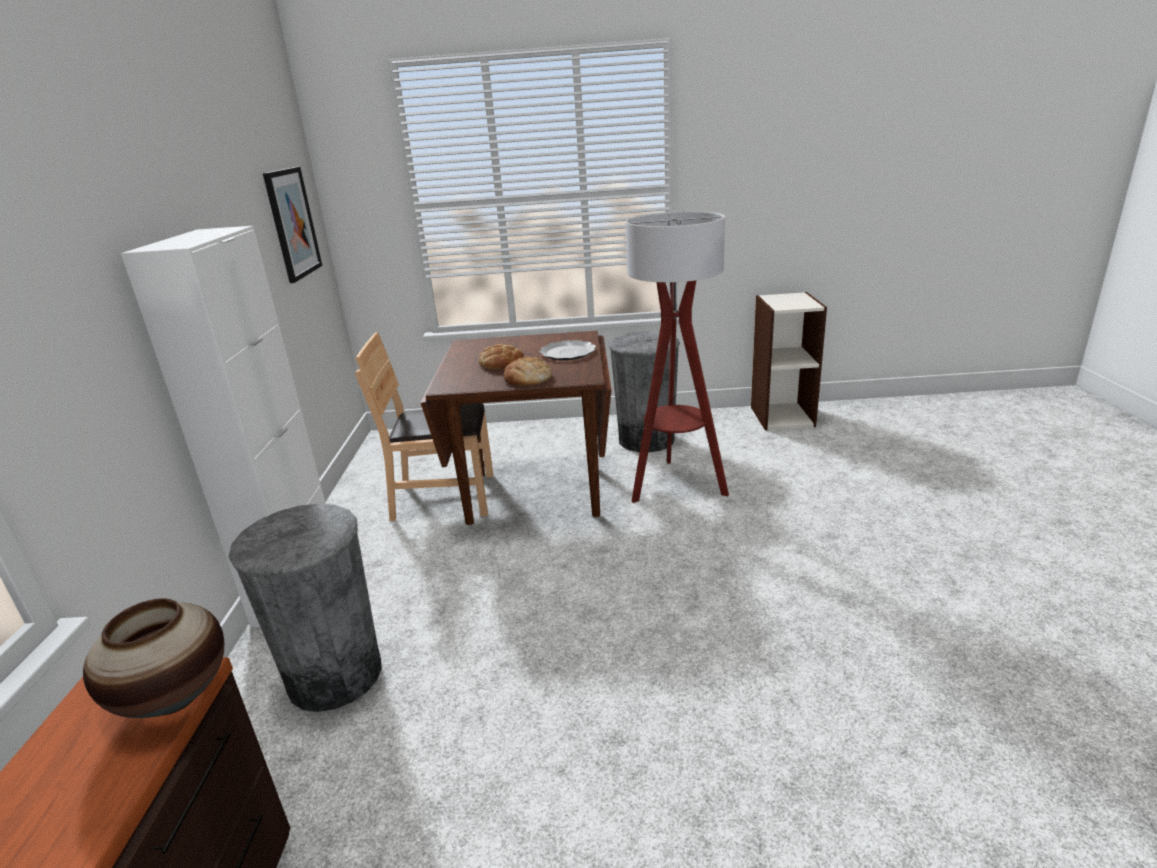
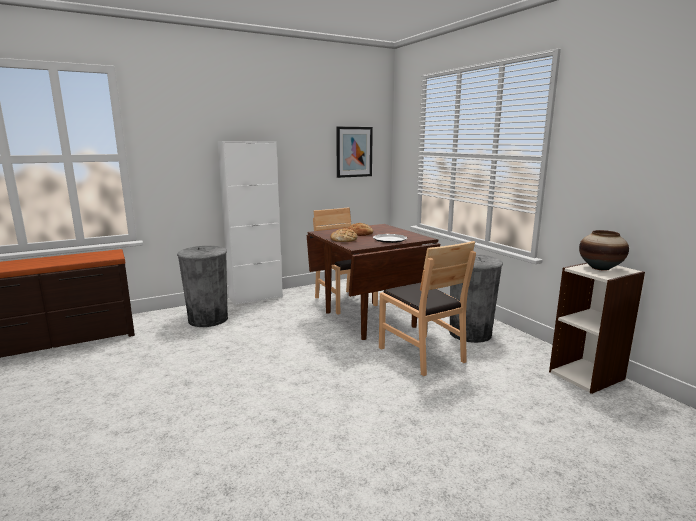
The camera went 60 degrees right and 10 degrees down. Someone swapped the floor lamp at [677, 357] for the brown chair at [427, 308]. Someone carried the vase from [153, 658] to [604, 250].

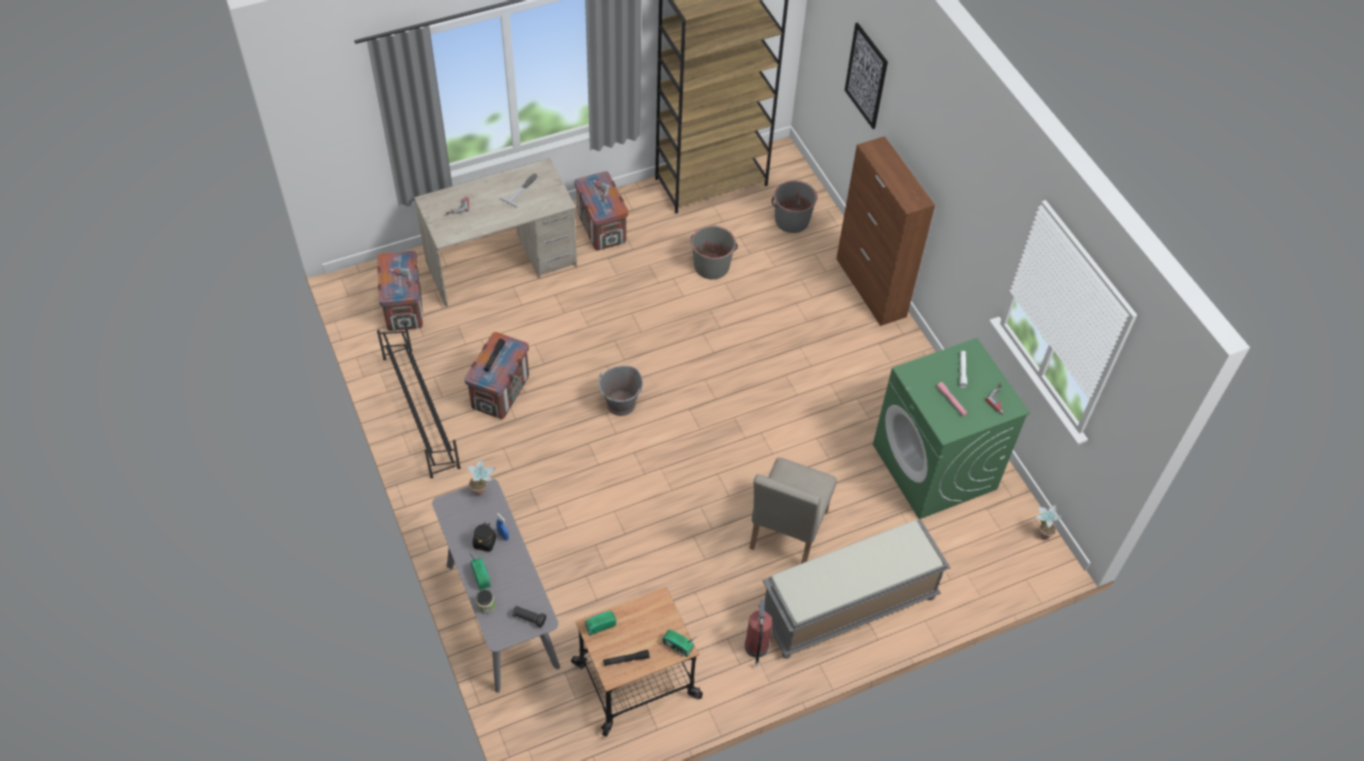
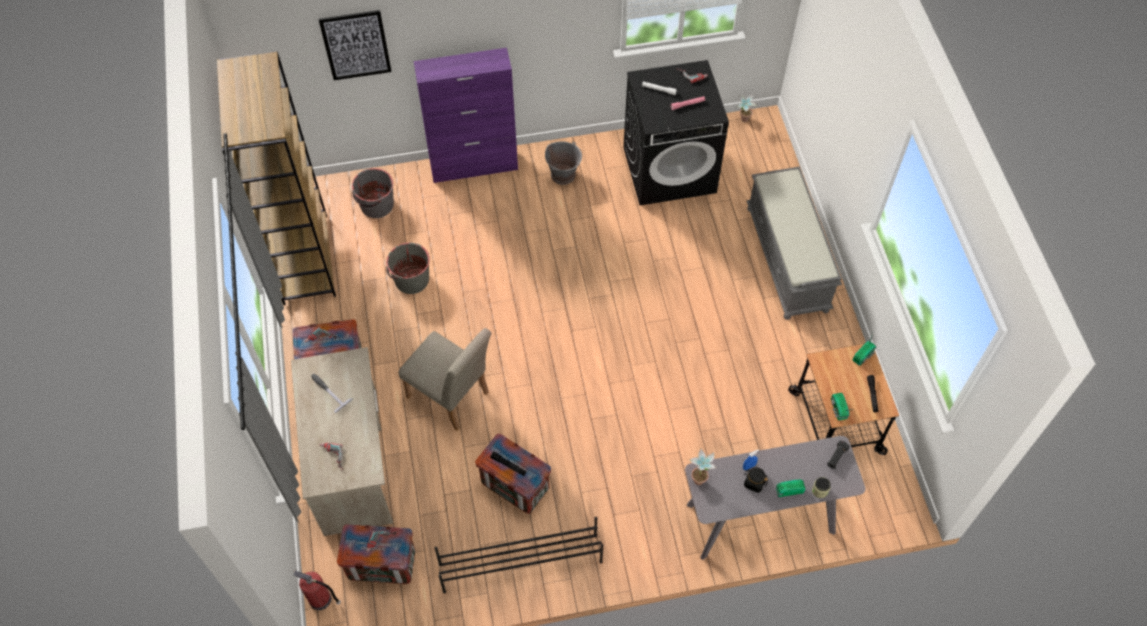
The camera went 75 degrees left and 5 degrees up. Someone carried the fire extinguisher from [759, 633] to [317, 590]. Someone carried the beige chair from [793, 511] to [445, 379]. Someone repainted the brown cabinet at [885, 231], which became the purple cabinet at [466, 115]. Someone carried the grey bucket from [620, 391] to [563, 163]. Someone repainted the green washing machine at [951, 428], which became the black washing machine at [676, 132].

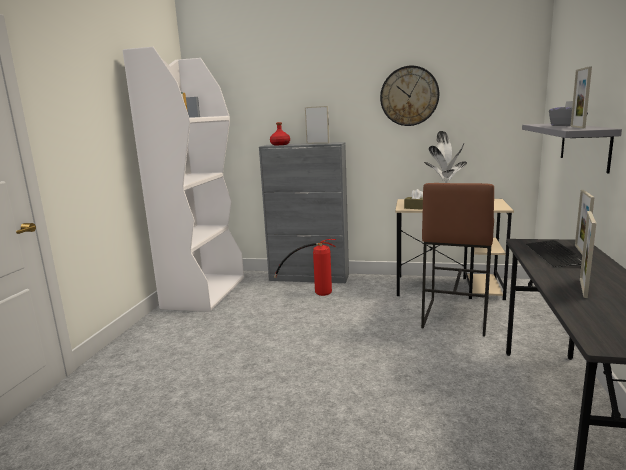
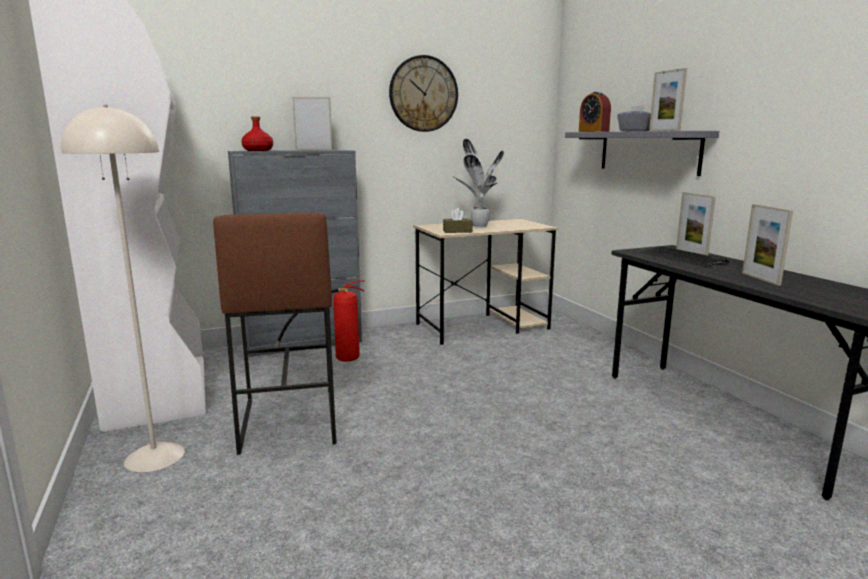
The camera went 35 degrees left and 0 degrees up. Someone put down the beige floor lamp at [123, 288]. Someone carried the brown stool from [457, 259] to [274, 334]. Someone put down the alarm clock at [595, 112].

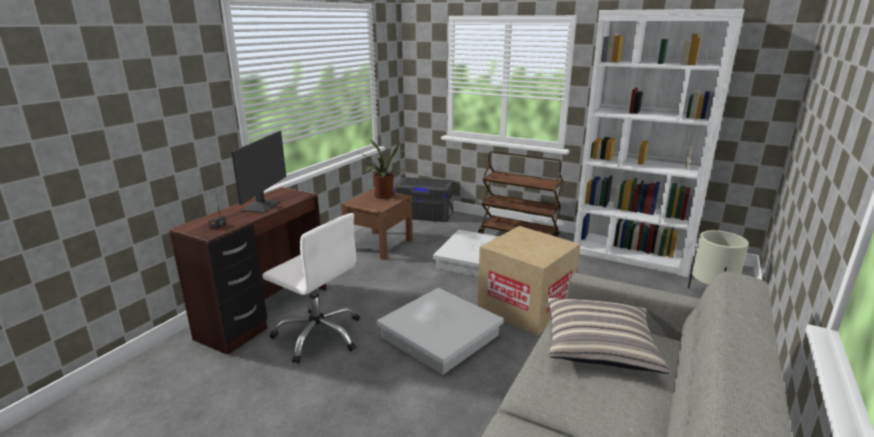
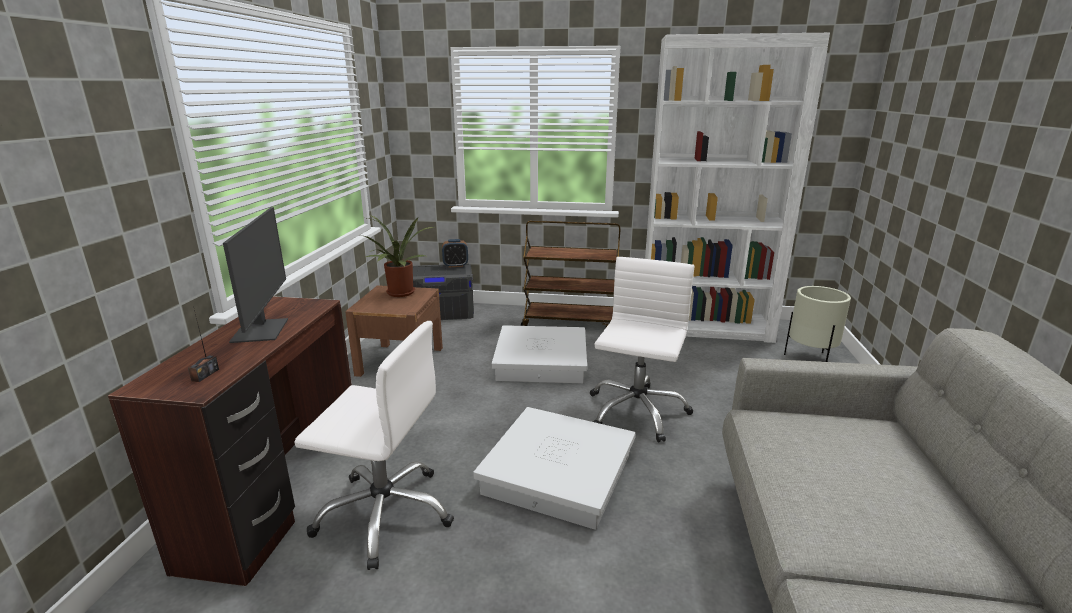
The camera went 20 degrees left and 0 degrees up. Someone put down the alarm clock at [455, 253]. Someone swapped the cardboard box at [529, 281] for the white office chair at [642, 349]. Someone took away the pillow at [608, 336].

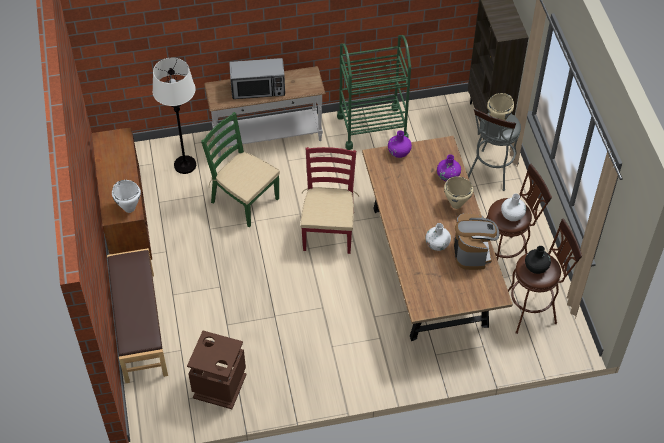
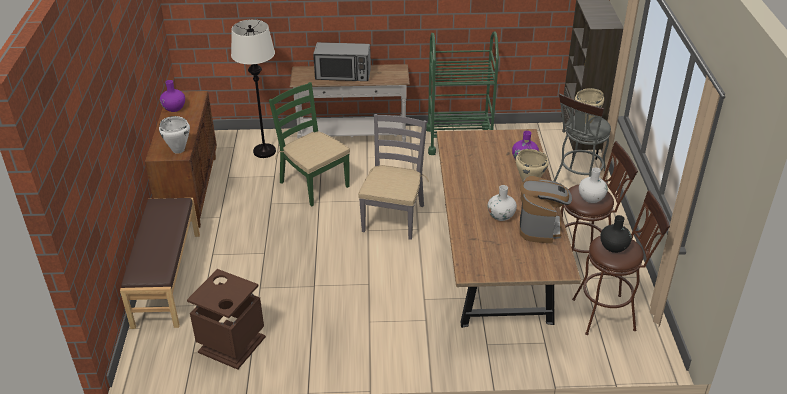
The camera went 10 degrees right and 15 degrees down. Someone carried the purple vase from [400, 144] to [172, 96]. Someone repainted the red chair at [330, 200], which became the grey chair at [393, 177].

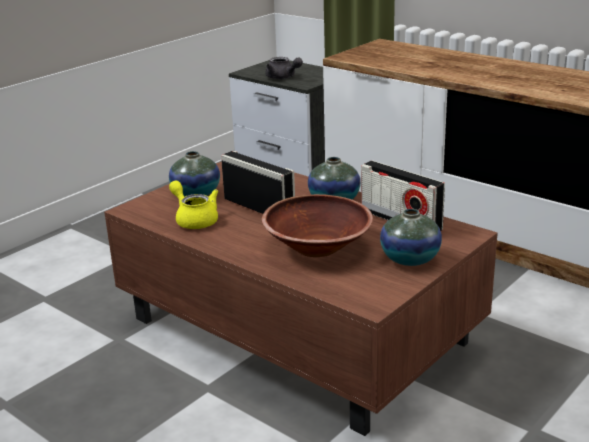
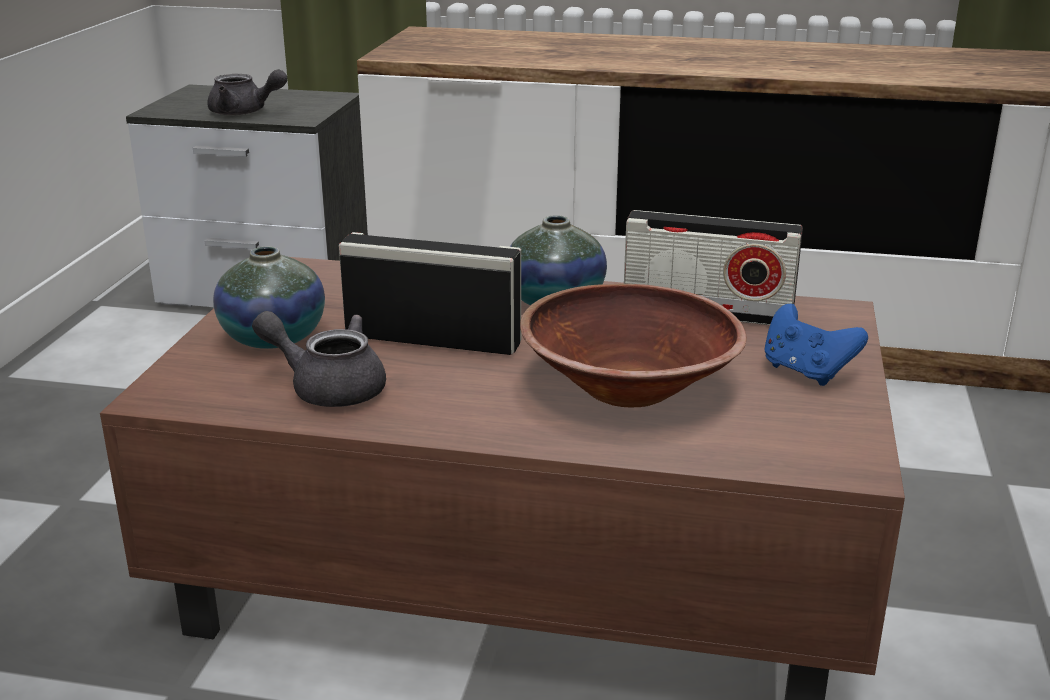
The camera went 30 degrees left and 0 degrees up. Someone repainted the yellow teapot at [193, 204], which became the grey teapot at [319, 359]. Someone swapped the vase at [411, 237] for the blue game controller at [816, 345].

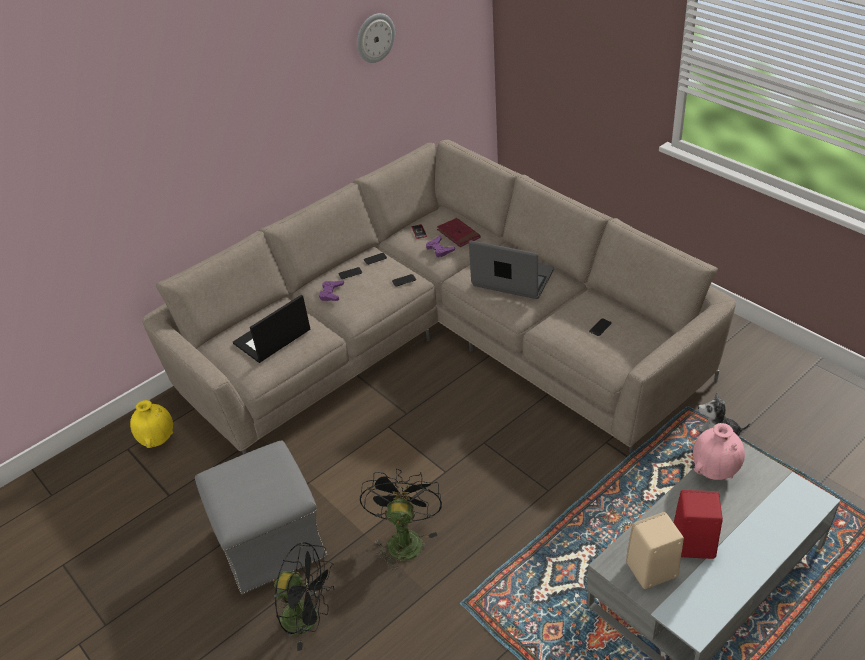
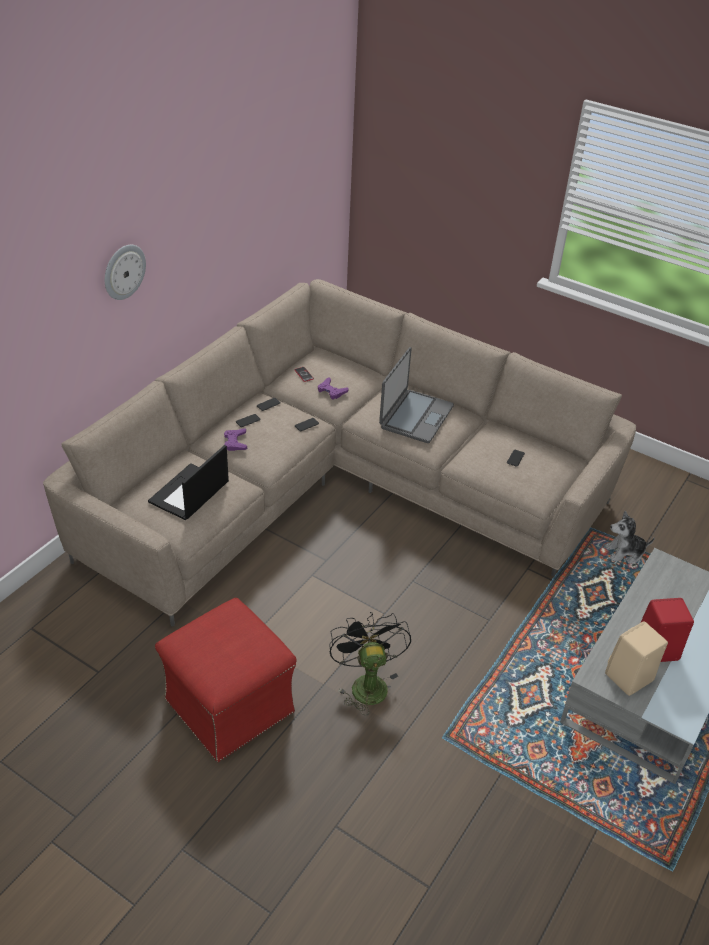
The camera went 20 degrees left and 0 degrees up. Someone carried the wall clock from [376, 38] to [125, 272]. Someone repainted the grey ottoman at [261, 517], which became the red ottoman at [226, 680]. Someone rotated the laptop at [511, 270] by 105 degrees clockwise. Someone took away the yellow vase at [151, 424]. Someone took away the black fan at [303, 596]. Someone took away the red book at [458, 232]. Someone took away the pink vase at [719, 451].

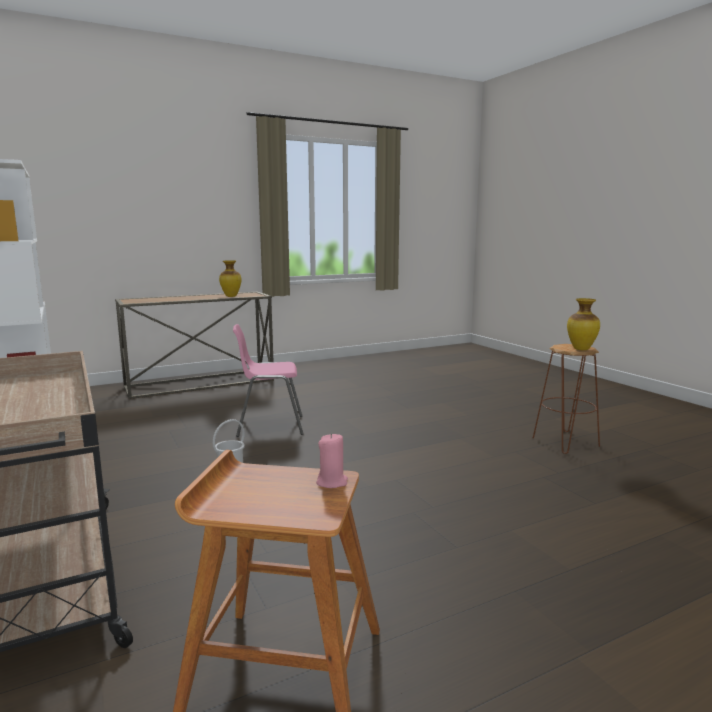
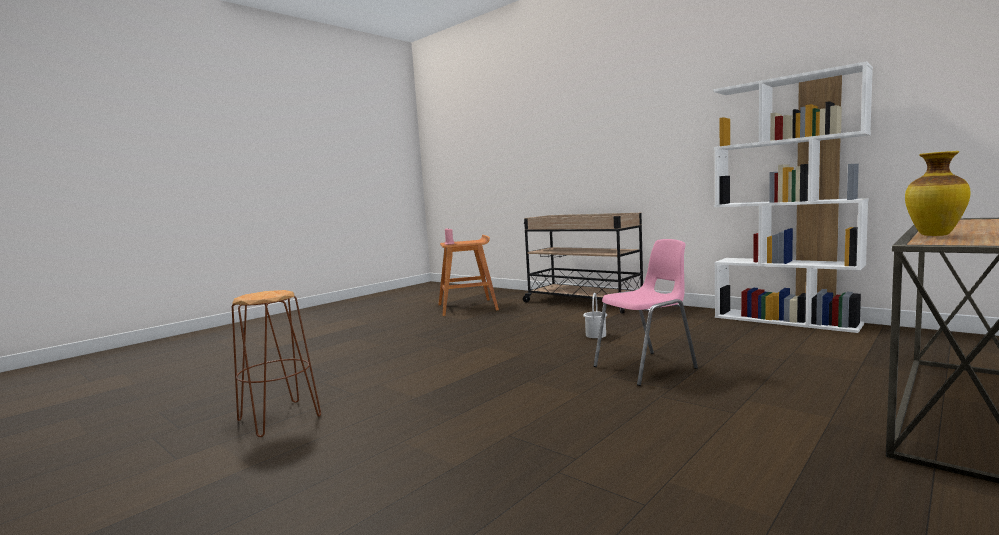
The camera went 160 degrees right and 5 degrees down. Someone took away the vase at [583, 324].

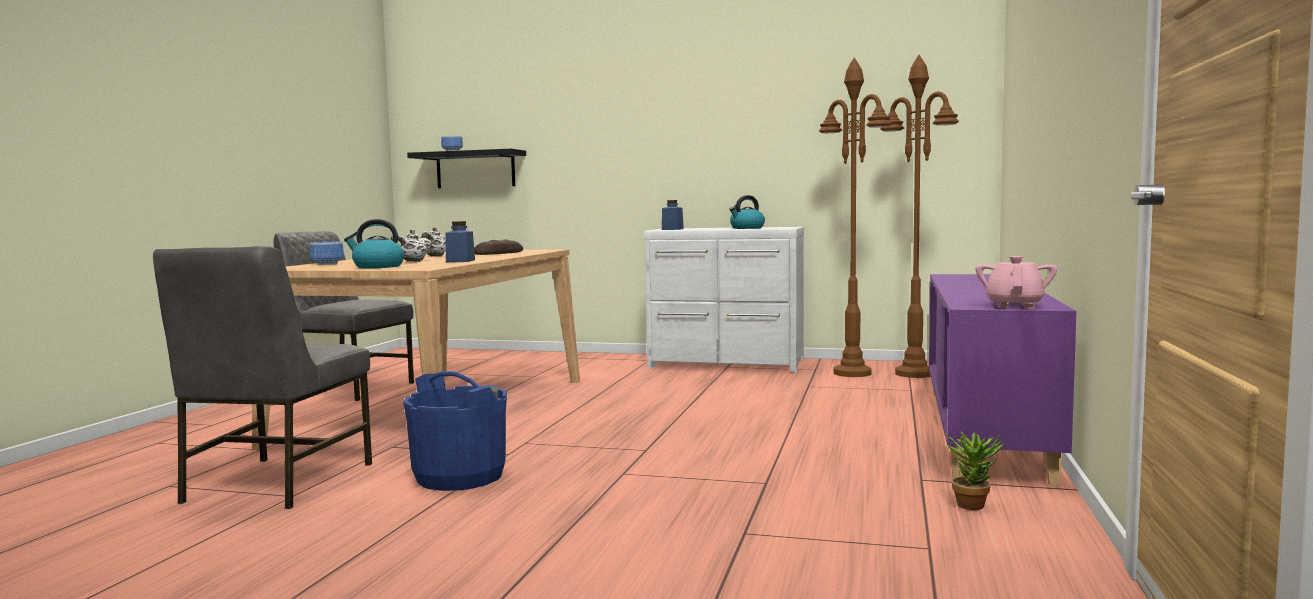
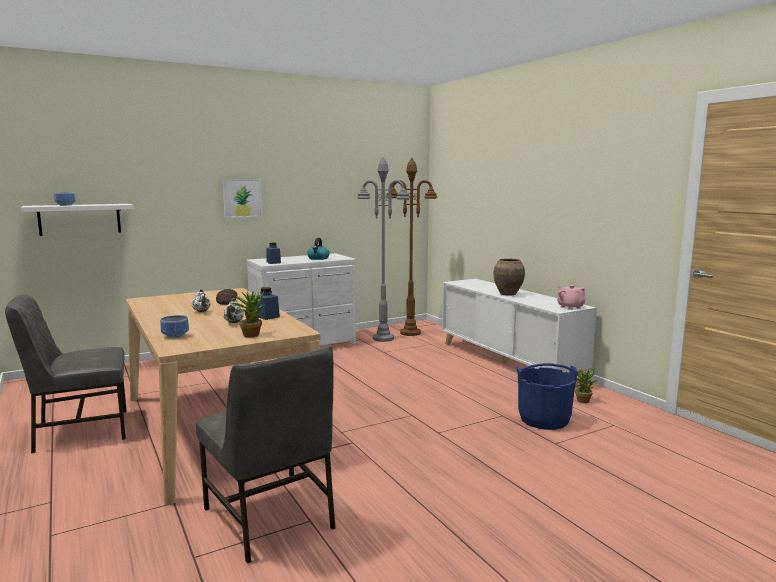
The camera went 45 degrees left and 5 degrees up. Someone repainted the black shelf at [466, 168], which became the white shelf at [77, 220]. Someone put up the picture at [242, 198]. Someone swapped the kettle at [374, 243] for the potted plant at [248, 314]. Someone repainted the brown floor lamp at [855, 217], which became the grey floor lamp at [383, 249]. Someone repainted the purple cabinet at [1003, 380], which became the white cabinet at [519, 331]. Someone put down the brown vase at [509, 277]. Someone carried the blue bucket from [455, 431] to [547, 396].

